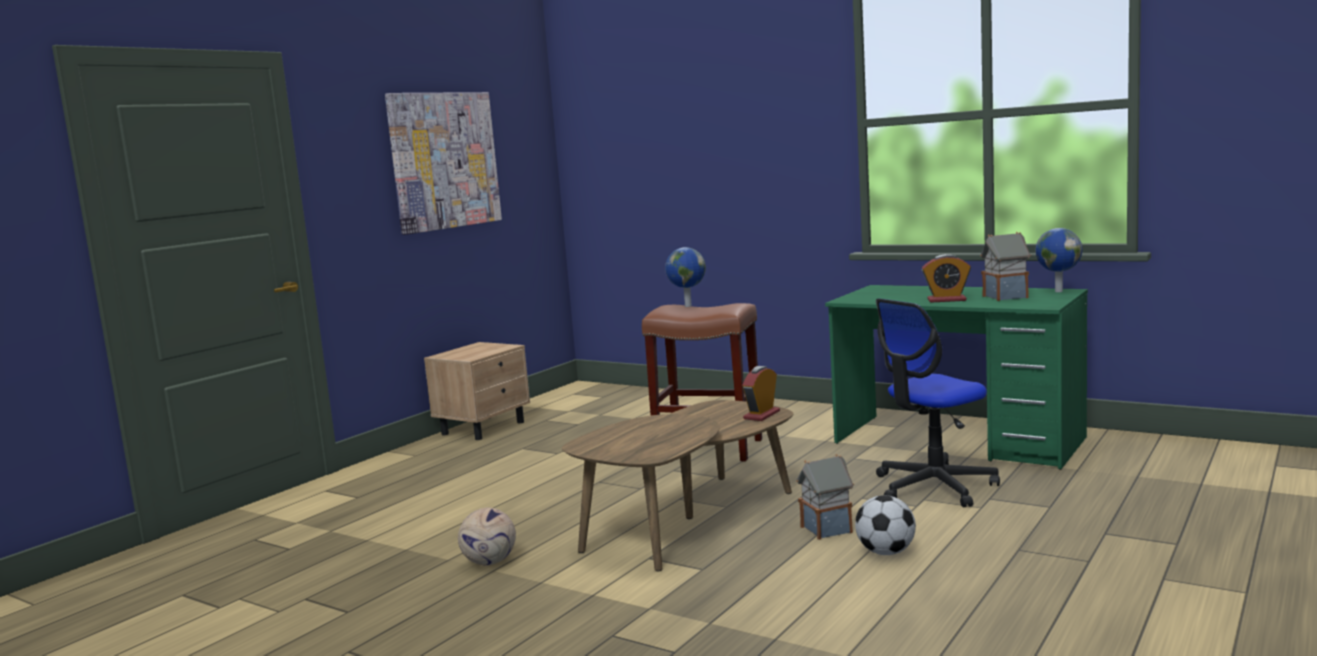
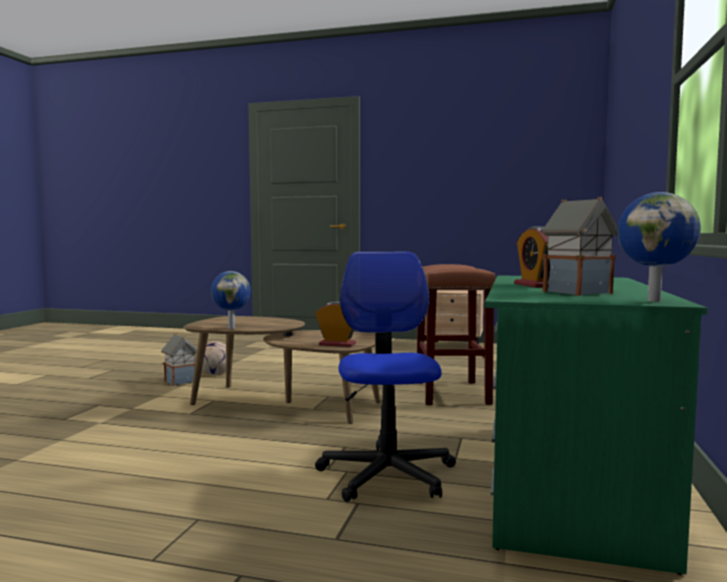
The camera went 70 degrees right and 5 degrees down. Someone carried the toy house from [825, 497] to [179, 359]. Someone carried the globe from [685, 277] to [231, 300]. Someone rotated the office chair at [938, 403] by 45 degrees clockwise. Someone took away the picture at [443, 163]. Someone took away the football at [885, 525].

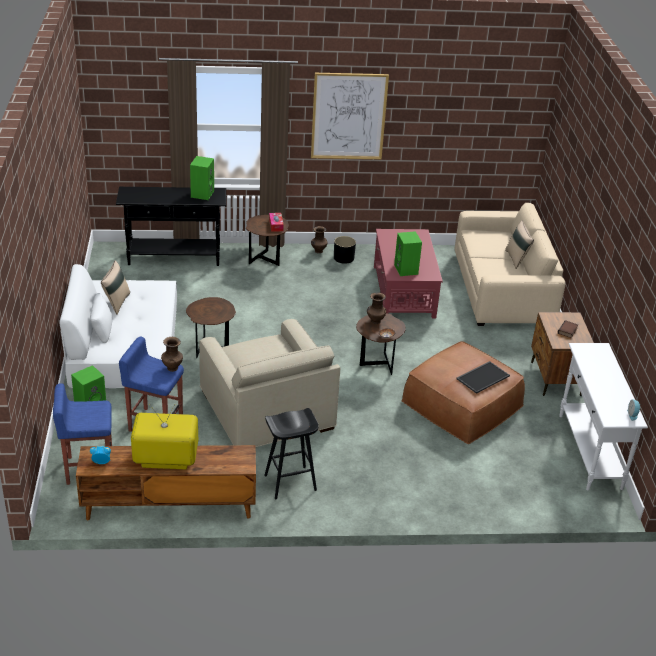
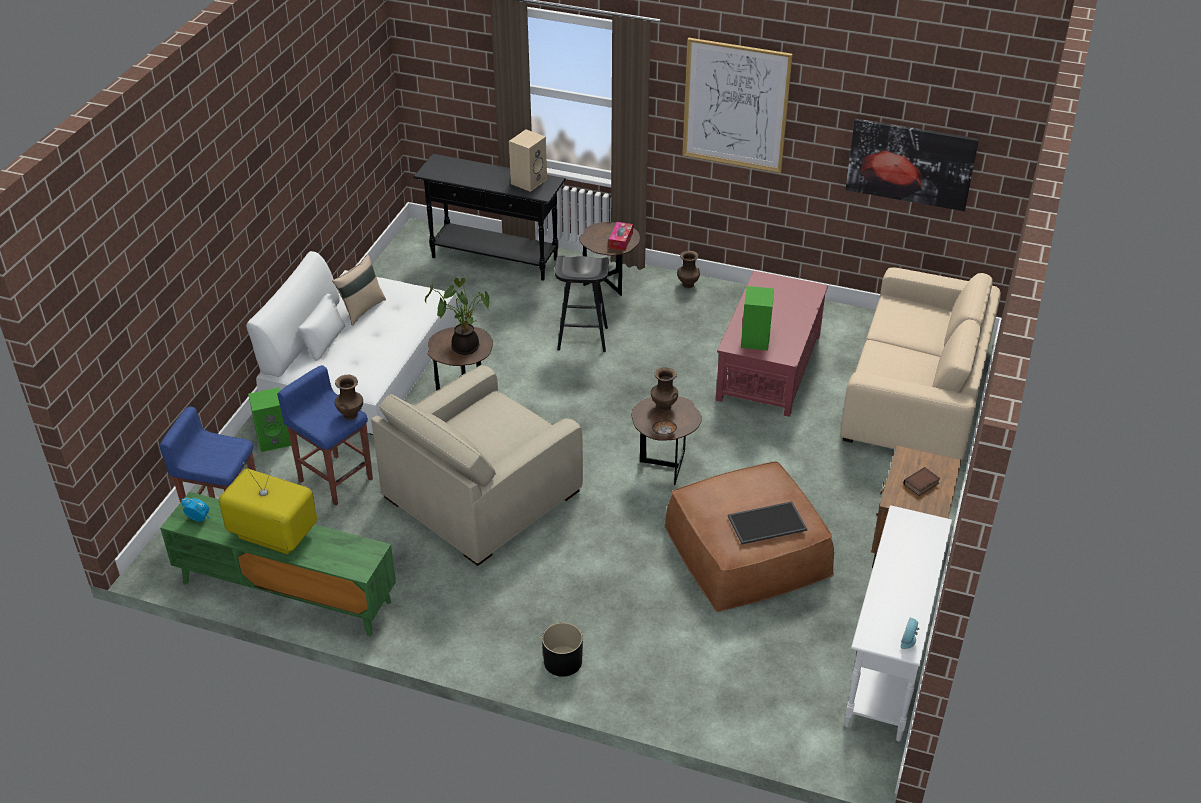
The camera went 25 degrees right and 5 degrees up. Someone repainted the brown tv stand at [166, 482], which became the green tv stand at [278, 564]. Someone rotated the beige armchair at [269, 383] by 45 degrees clockwise. Someone put down the potted plant at [457, 316]. Someone repainted the green speaker at [202, 178], which became the beige speaker at [528, 160]. Someone carried the black planter from [345, 250] to [562, 649]. Someone carried the black stool from [291, 454] to [582, 304]. Someone put up the picture at [912, 164]. Someone took away the beige pillow at [519, 245].

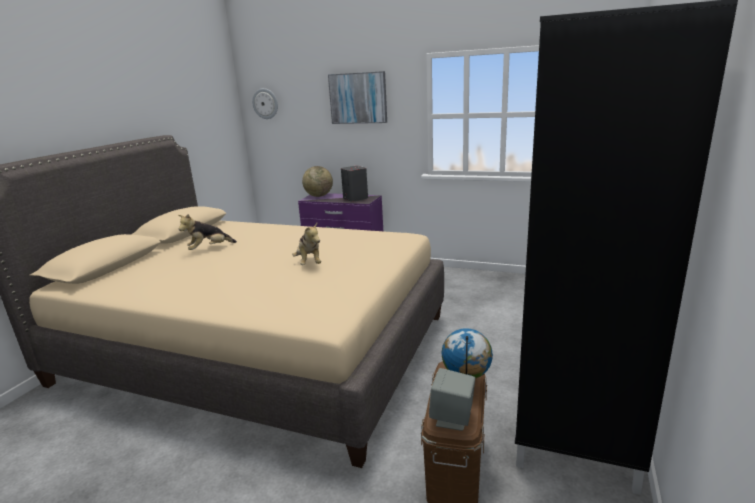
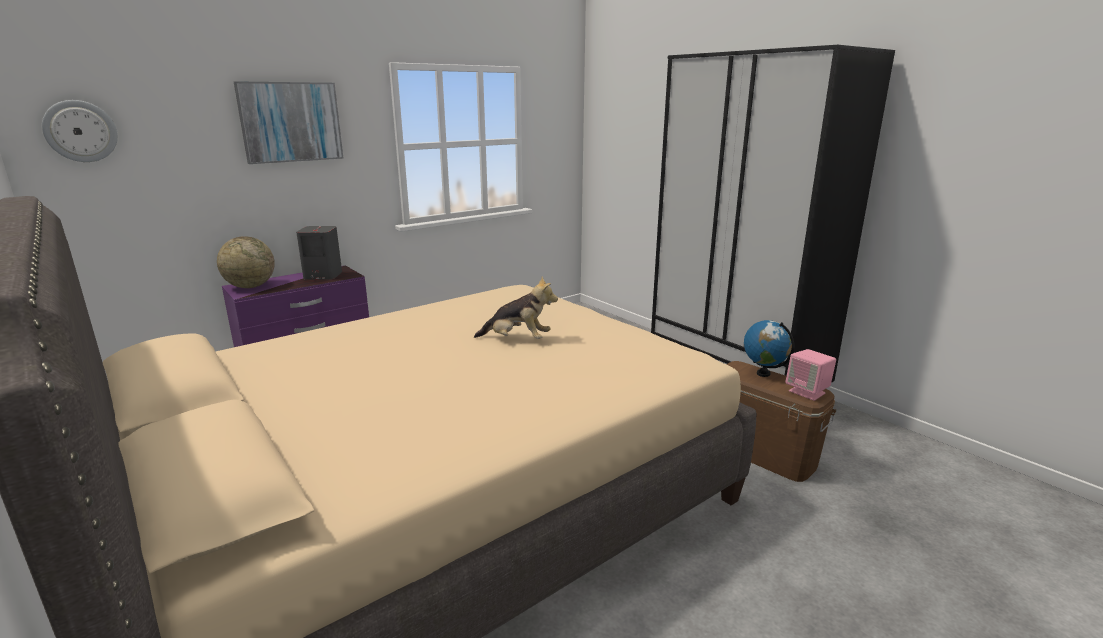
The camera went 60 degrees left and 0 degrees up. Someone repainted the grey speaker at [452, 399], which became the pink speaker at [810, 375]. Someone took away the plush toy at [207, 232].

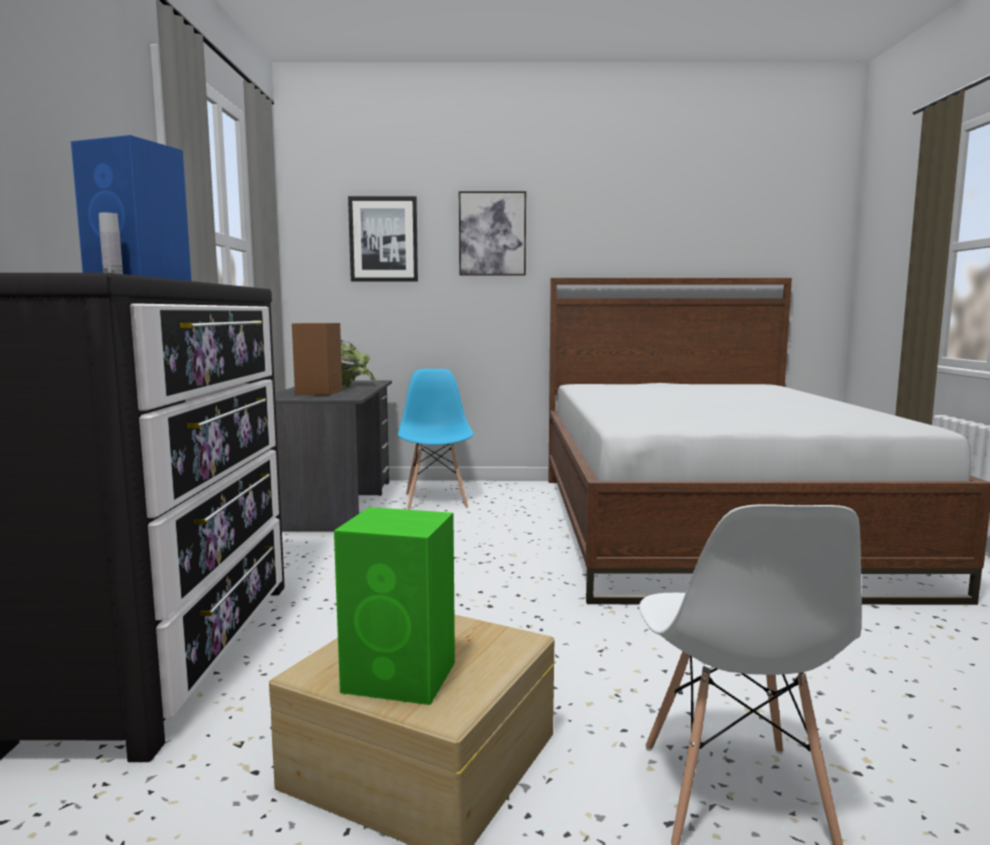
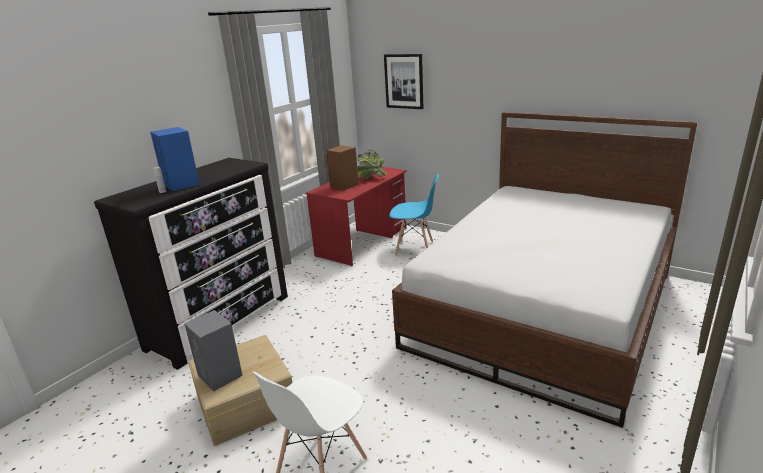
The camera went 35 degrees right and 15 degrees up. Someone repainted the green speaker at [394, 606], which became the grey speaker at [213, 350]. Someone repainted the grey desk at [333, 456], which became the red desk at [356, 216]. Someone rotated the blue chair at [436, 439] by 75 degrees clockwise. Someone took away the picture at [492, 233].

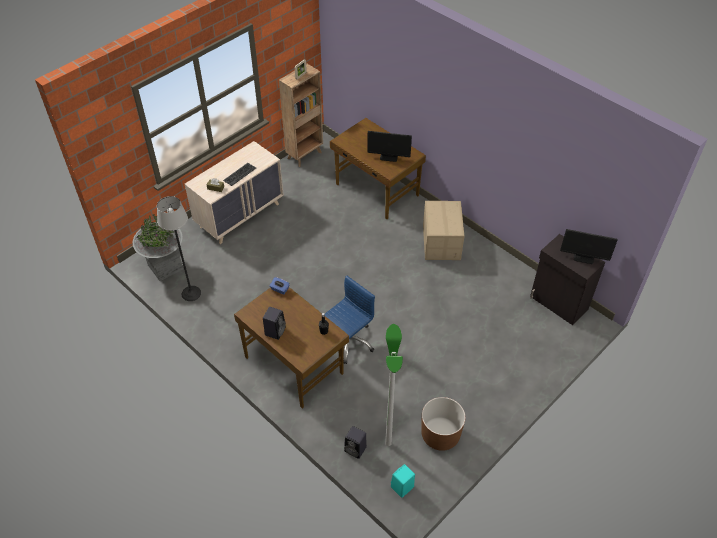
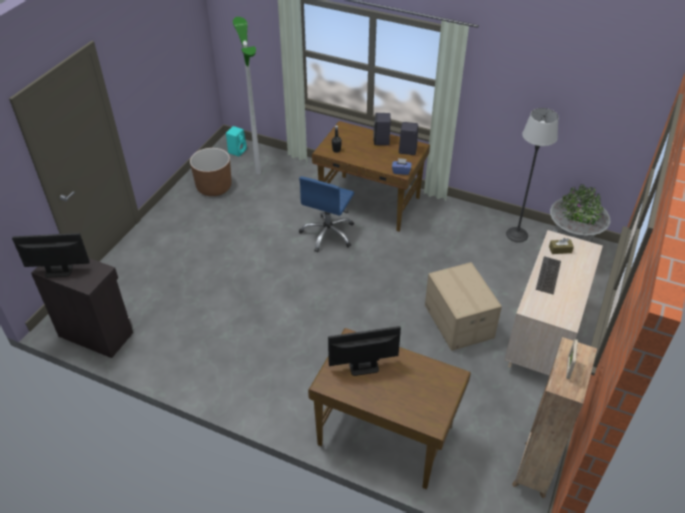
The camera went 160 degrees right and 5 degrees down. Someone carried the black speaker from [355, 442] to [408, 138]. Someone carried the cardboard box from [443, 230] to [463, 306].

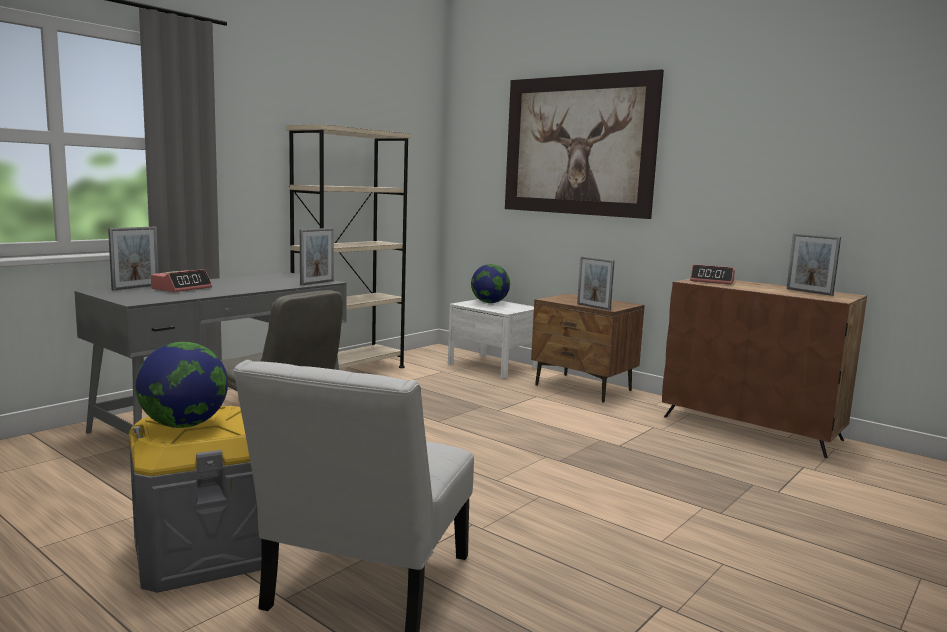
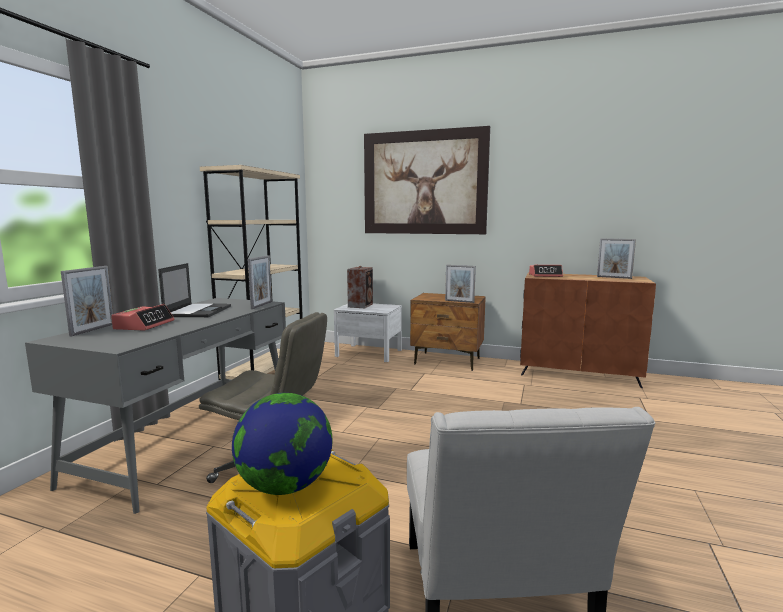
The camera went 20 degrees left and 0 degrees up. Someone put down the laptop at [194, 290]. Someone swapped the globe at [490, 283] for the speaker at [360, 287].

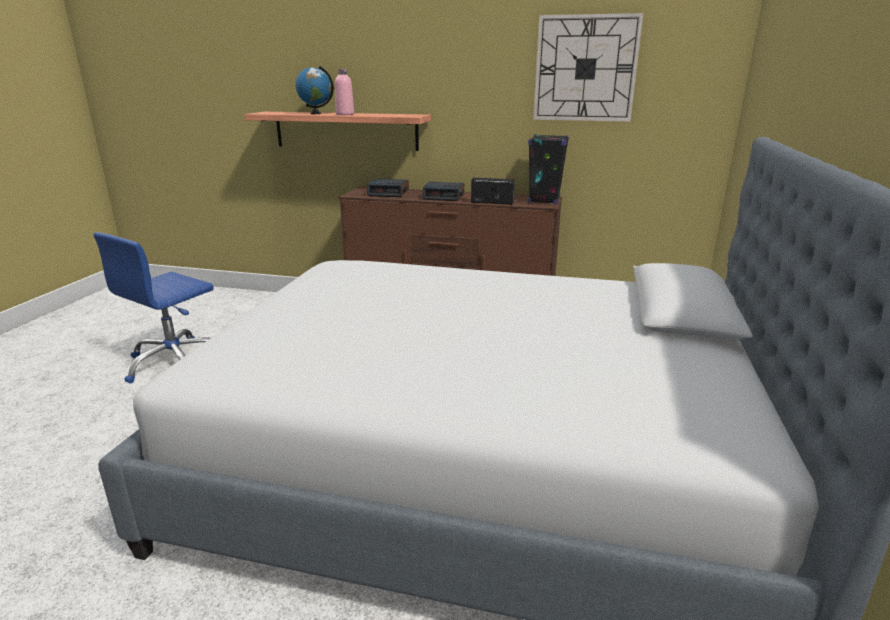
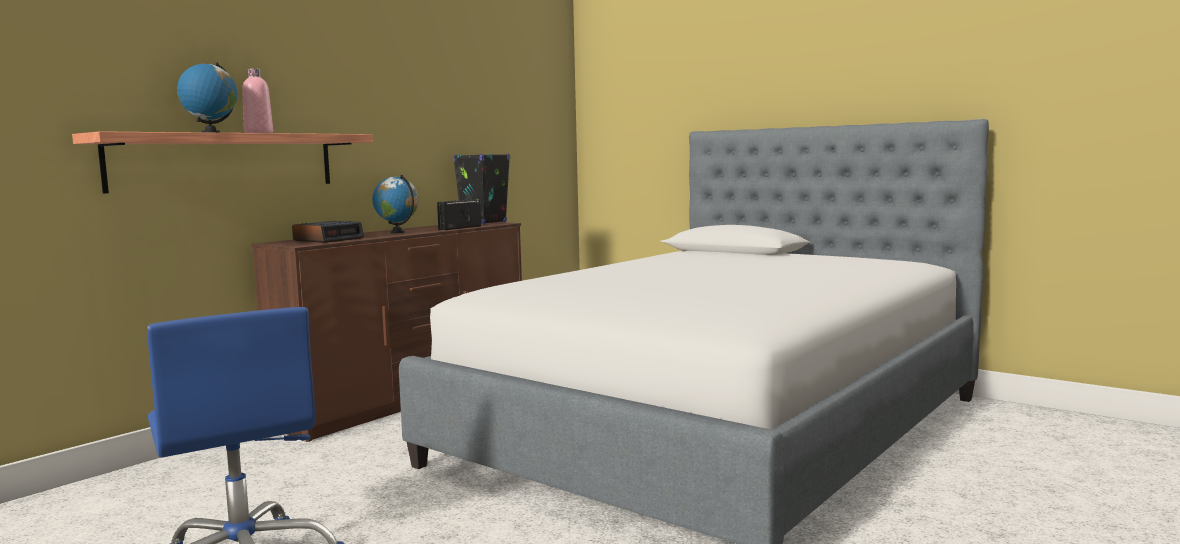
The camera went 65 degrees left and 15 degrees down. Someone swapped the alarm clock at [443, 191] for the globe at [395, 204]. Someone took away the wall clock at [588, 67].

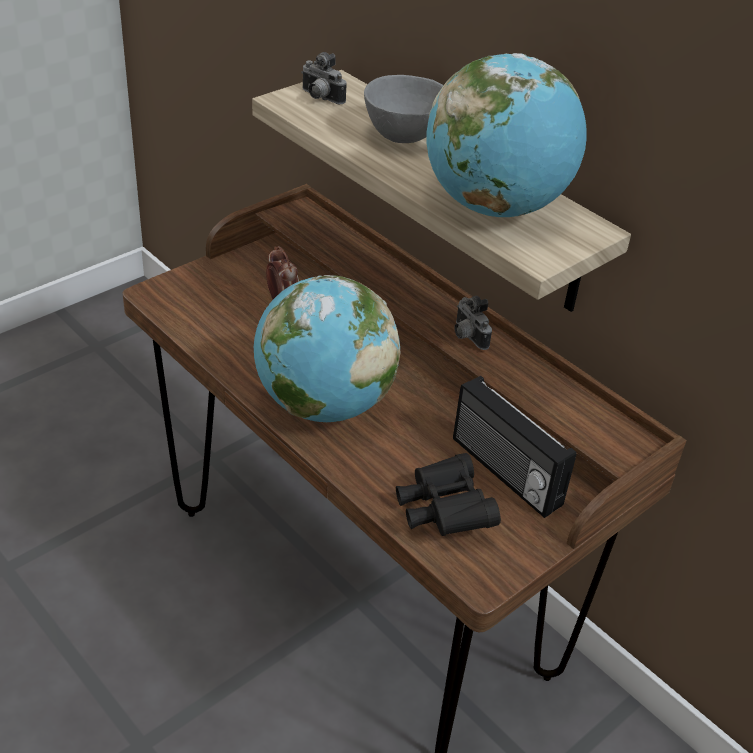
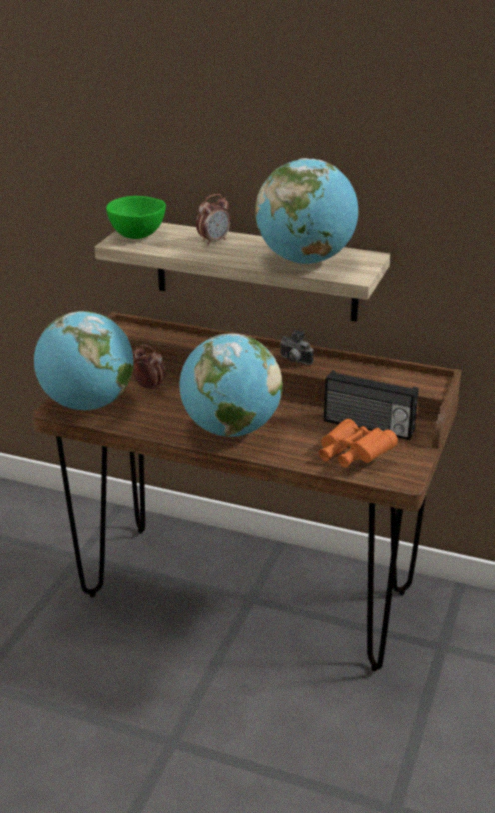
The camera went 25 degrees left and 10 degrees down. Someone put down the globe at [83, 360]. Someone swapped the photo camera at [324, 78] for the green bowl at [136, 217]. Someone swapped the grey bowl at [403, 109] for the alarm clock at [213, 219]. Someone repainted the black binoculars at [448, 494], which became the orange binoculars at [358, 443].

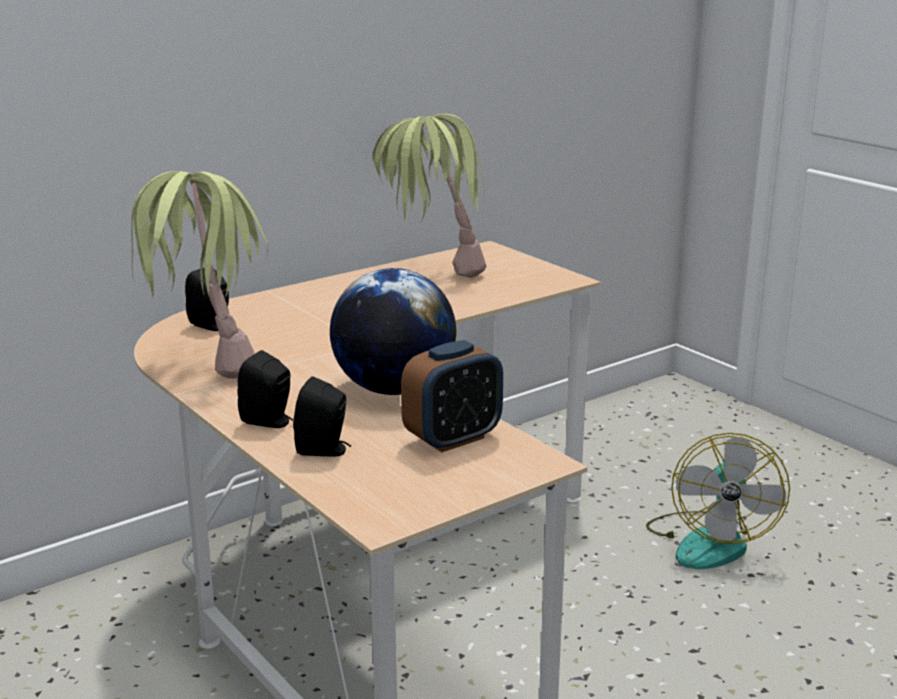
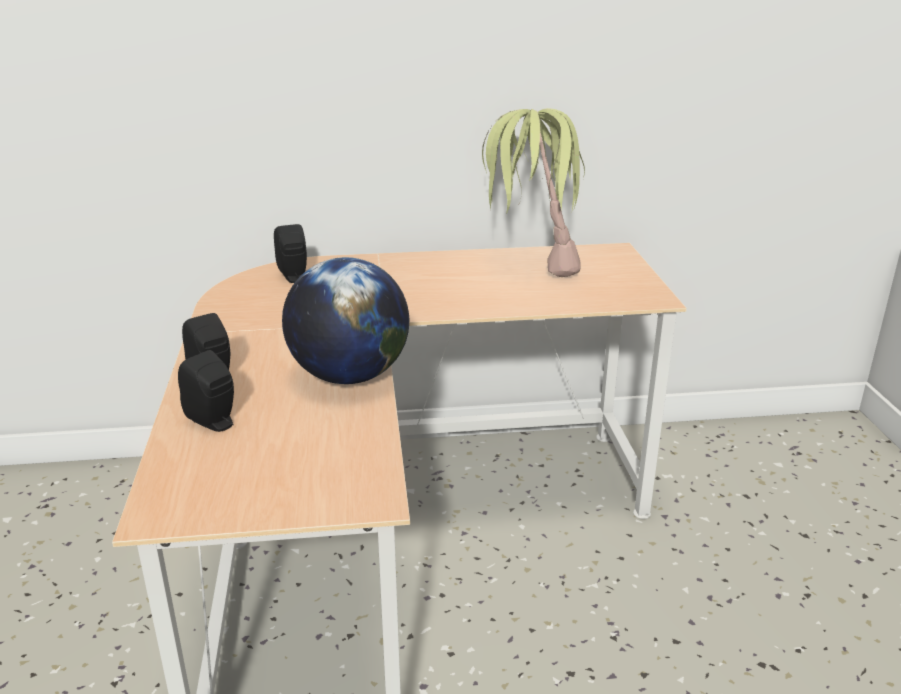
The camera went 30 degrees right and 5 degrees up. Someone took away the potted plant at [199, 275]. Someone took away the alarm clock at [452, 396]. Someone took away the fan at [718, 501].

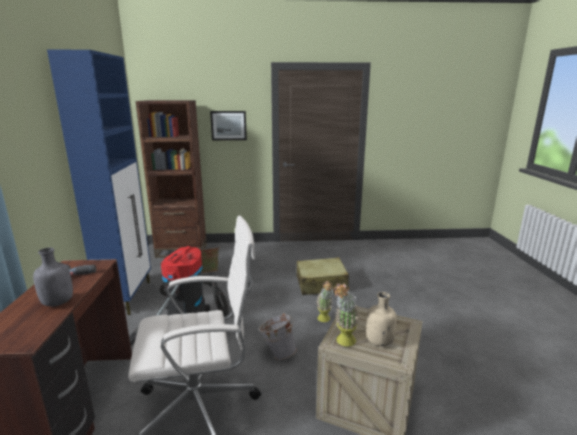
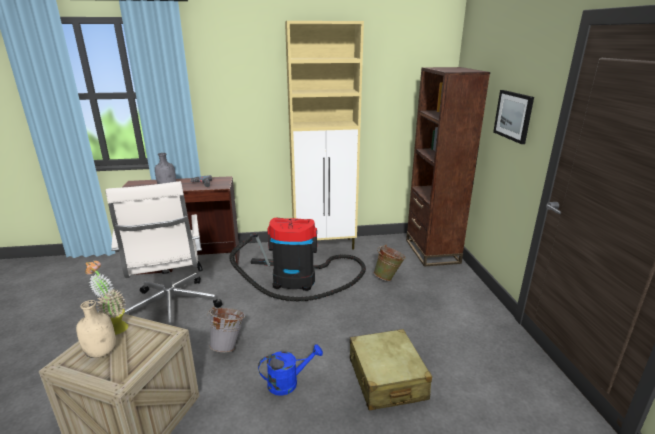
The camera went 85 degrees right and 5 degrees up. Someone swapped the potted plant at [325, 301] for the blue watering can at [290, 370]. Someone repainted the blue cabinet at [99, 182], which became the beige cabinet at [324, 135].

